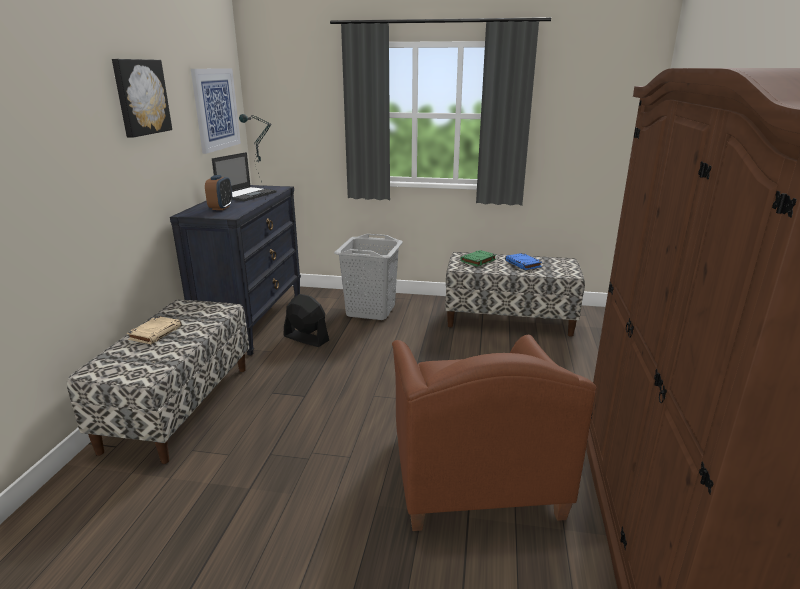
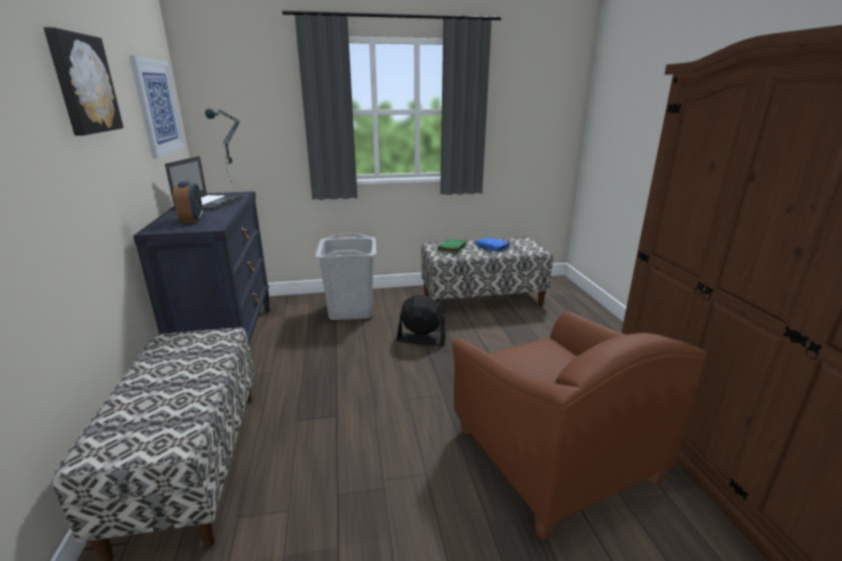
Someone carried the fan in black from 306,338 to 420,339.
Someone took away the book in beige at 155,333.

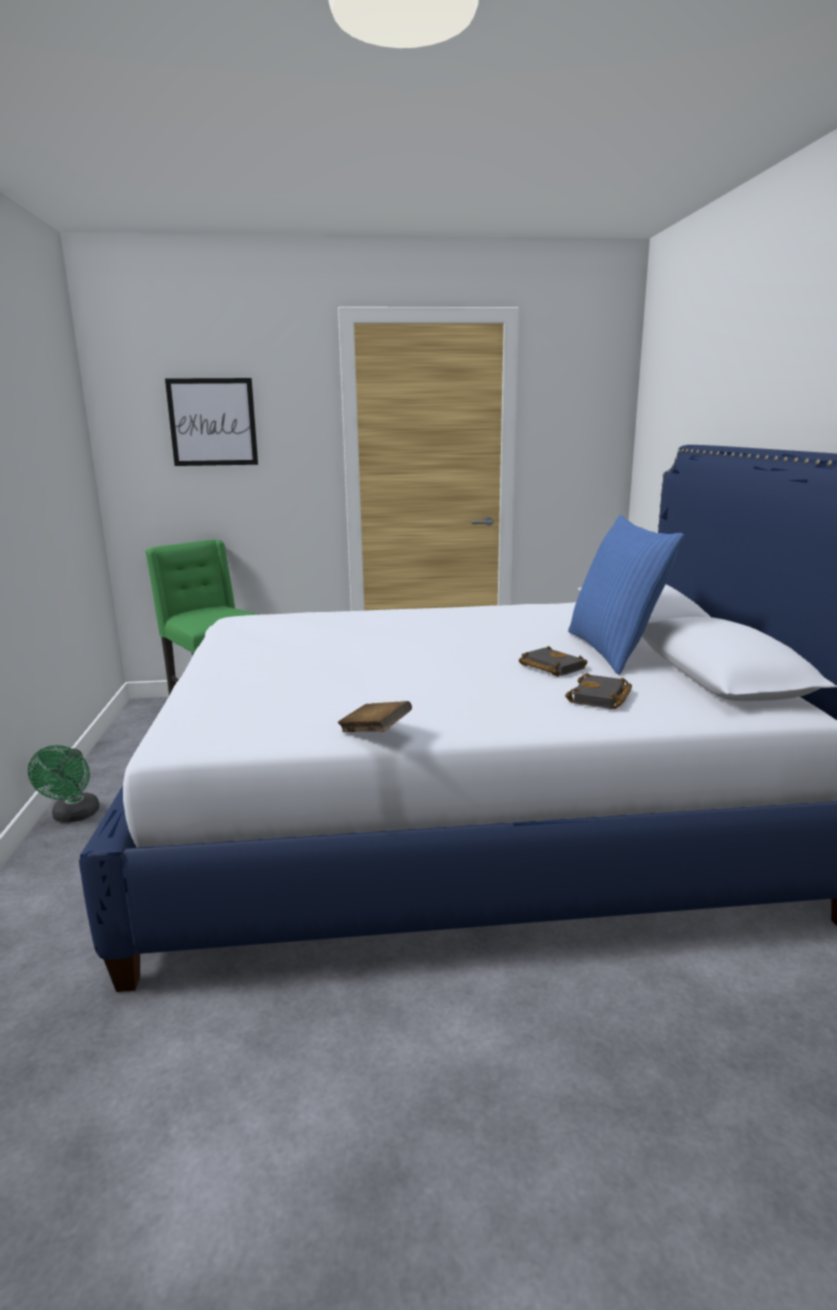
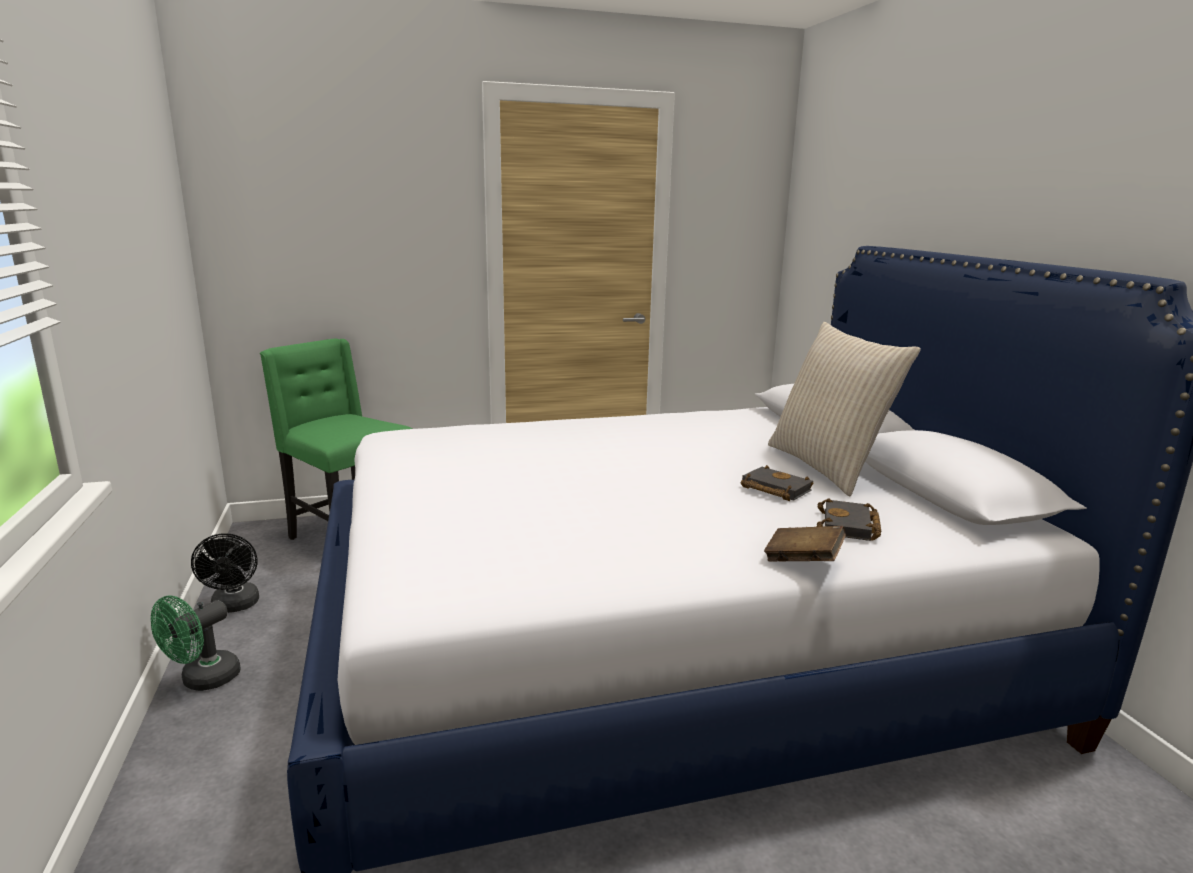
Someone took away the picture at 212,422.
Someone repainted the pillow in blue at 614,651, which became the pillow in beige at 827,467.
Someone carried the book in brown from 375,733 to 803,560.
Someone rotated the fan in green at 73,816 by 45 degrees clockwise.
Someone put down the fan in black at 235,606.

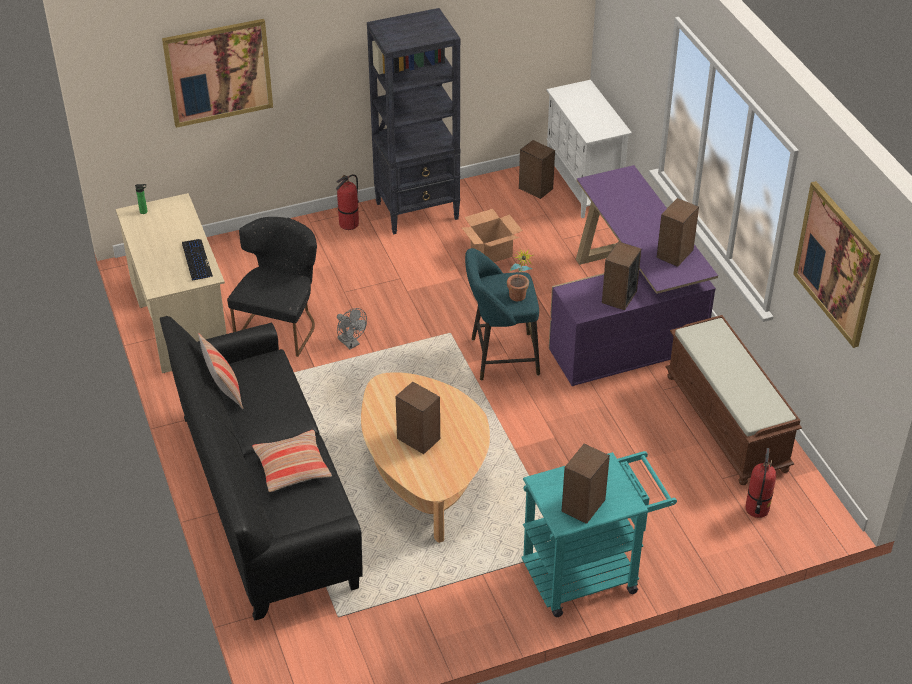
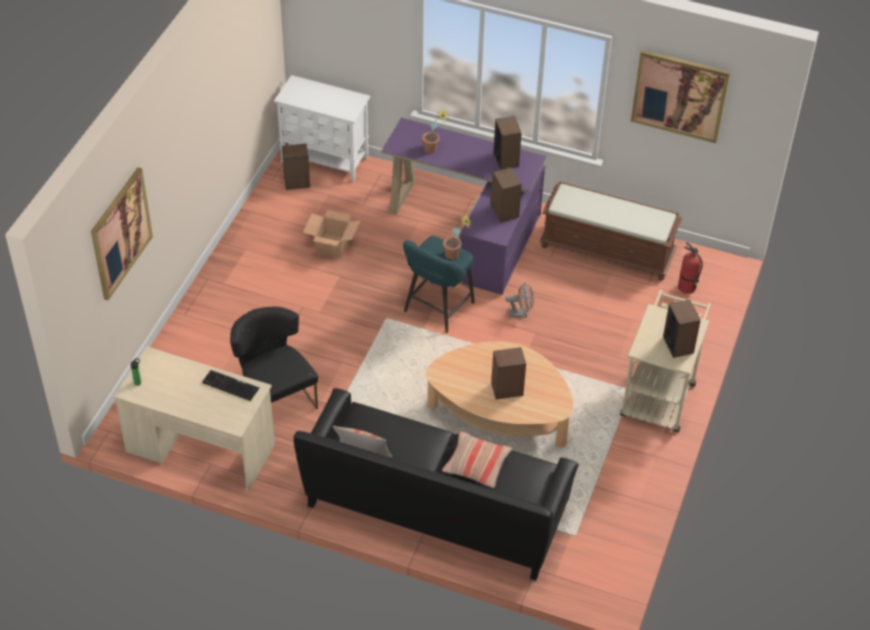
Someone took away the bookcase in black at 418,211.
Someone took away the fire extinguisher at 349,224.
Someone carried the fan in grey from 351,343 to 520,313.
Someone repainted the cart in turquoise at 590,573, which became the cart in beige at 659,394.
Someone put down the potted plant at 433,150.

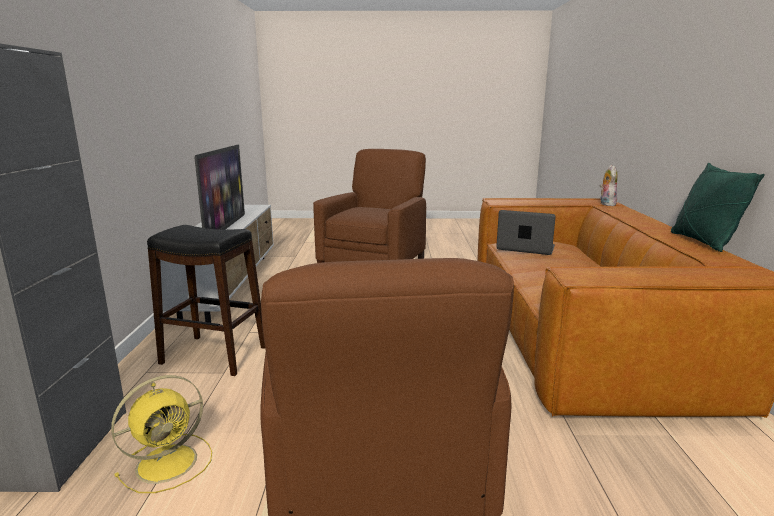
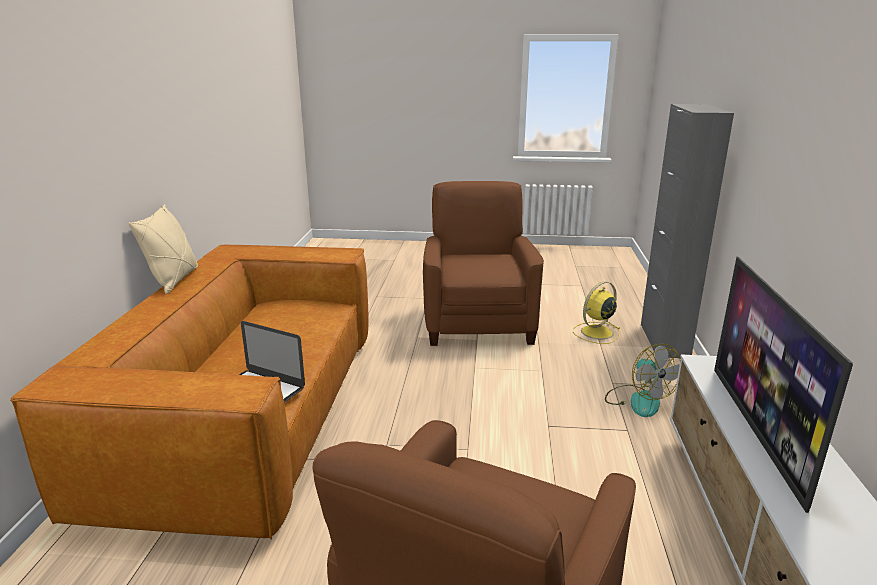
Someone repainted the pillow in green at 703,242, which became the pillow in beige at 173,280.
Someone took away the plush toy at 606,204.
Someone swapped the stool in black at 213,355 for the fan at 638,400.

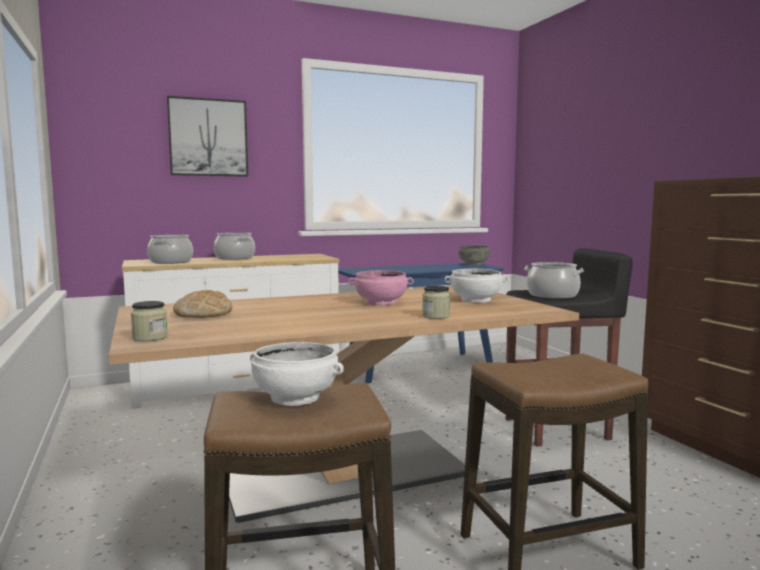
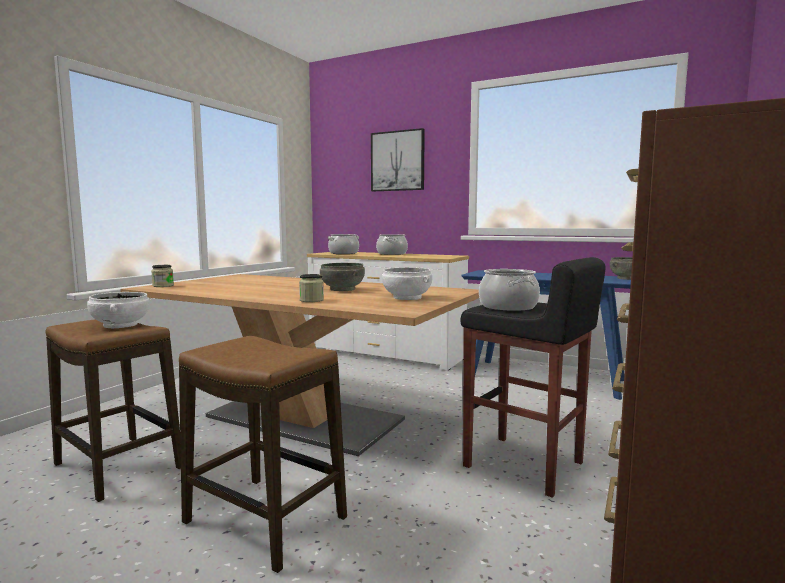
Someone repainted the bowl in pink at 381,302, which became the bowl in grey at 343,289.
Someone took away the bread at 203,313.

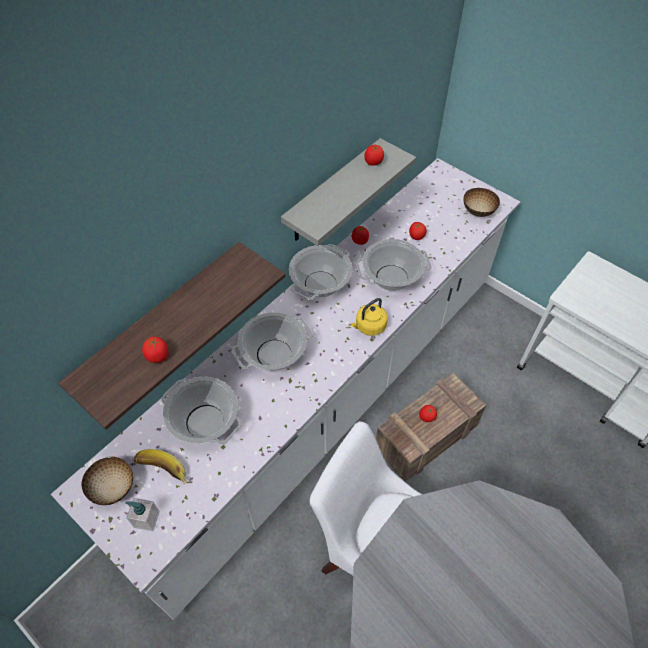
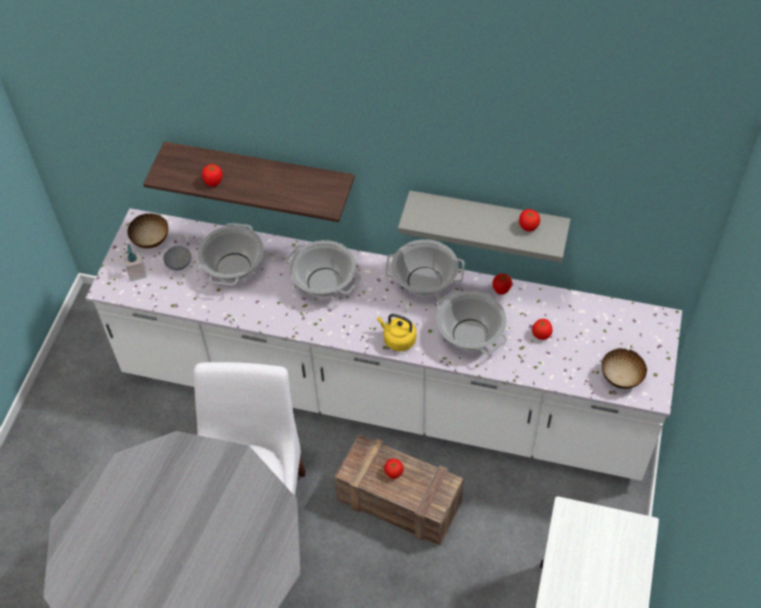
Someone swapped the banana at 162,472 for the bowl in grey at 177,262.

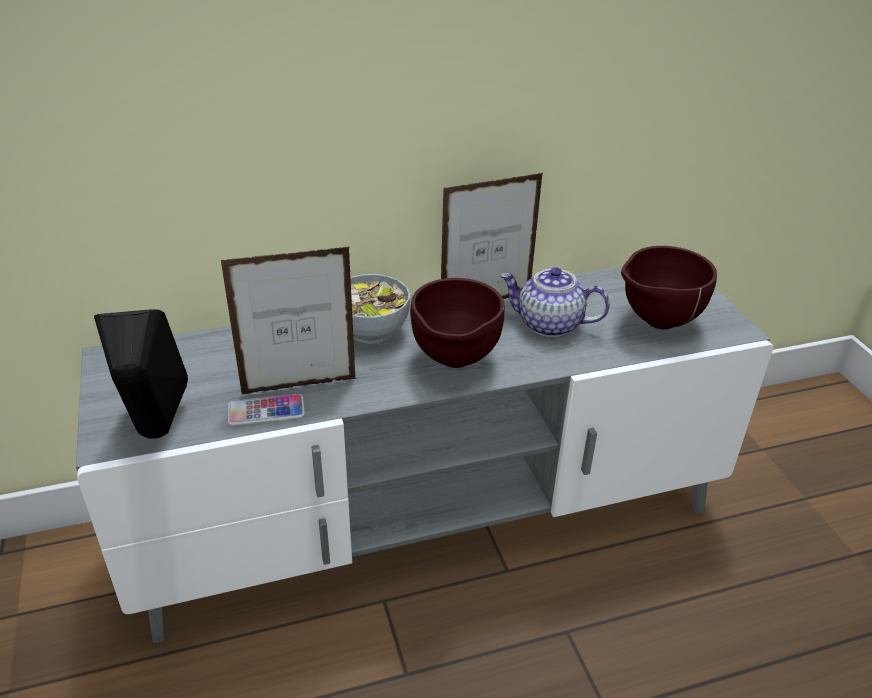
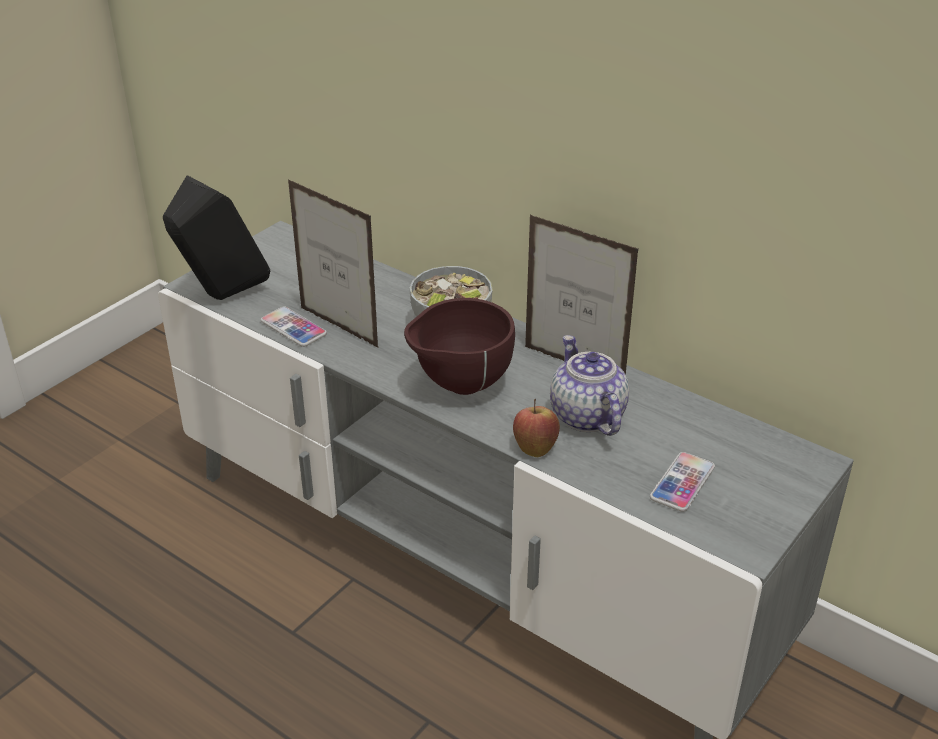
Someone swapped the bowl in brown at 656,322 for the phone at 682,483.
Someone put down the apple at 535,448.

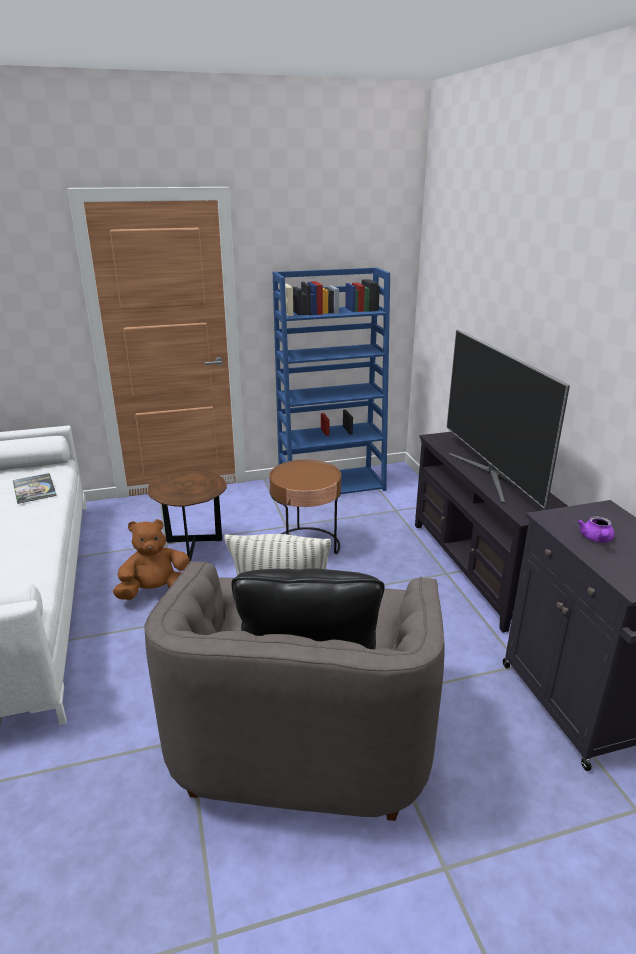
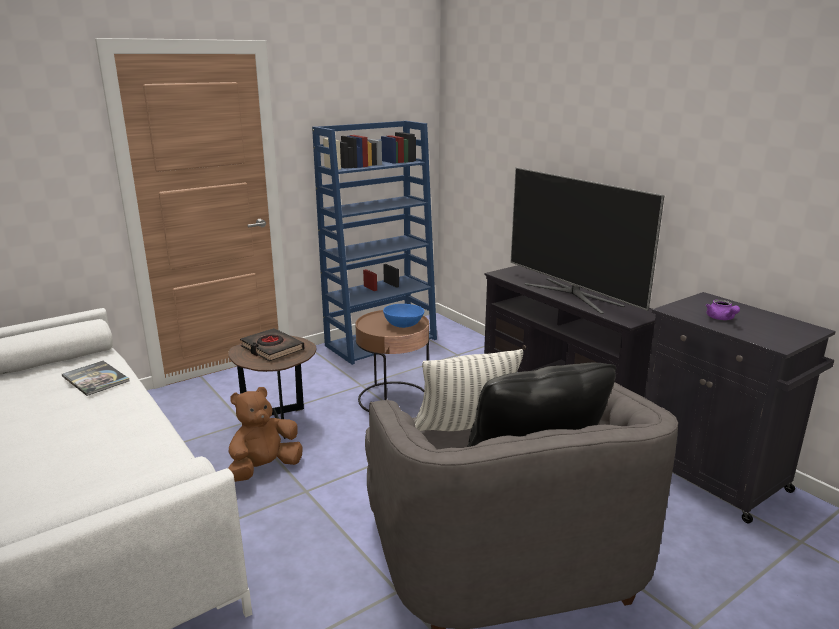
Someone put down the bowl in blue at 403,324.
Someone put down the book in black at 272,348.

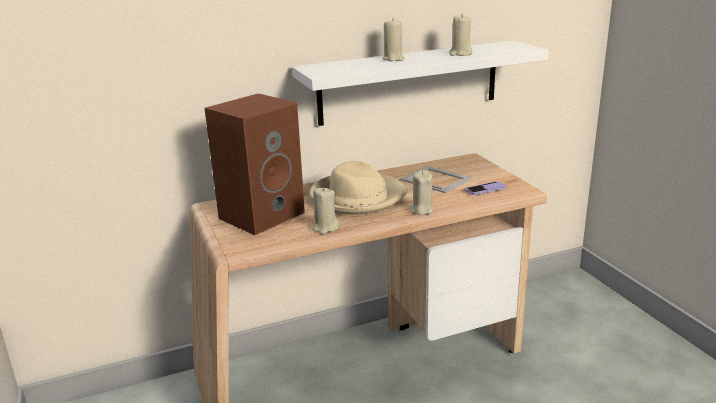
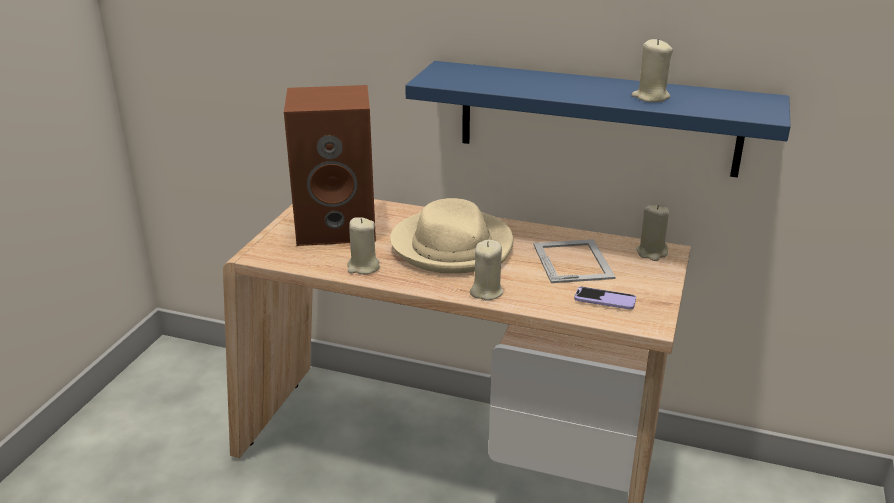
Someone carried the candle in beige from 393,59 to 651,253.
Someone repainted the shelf in white at 409,82, which became the shelf in blue at 597,118.

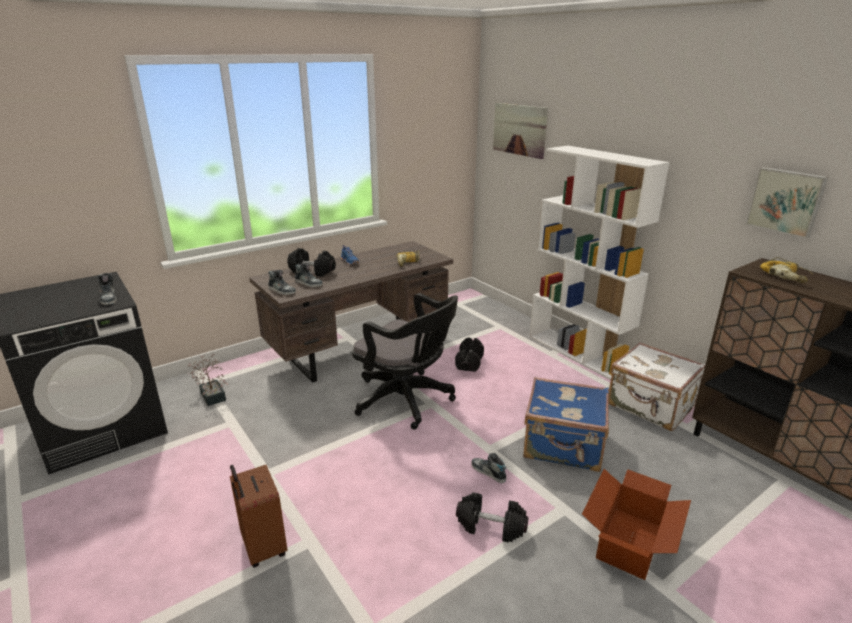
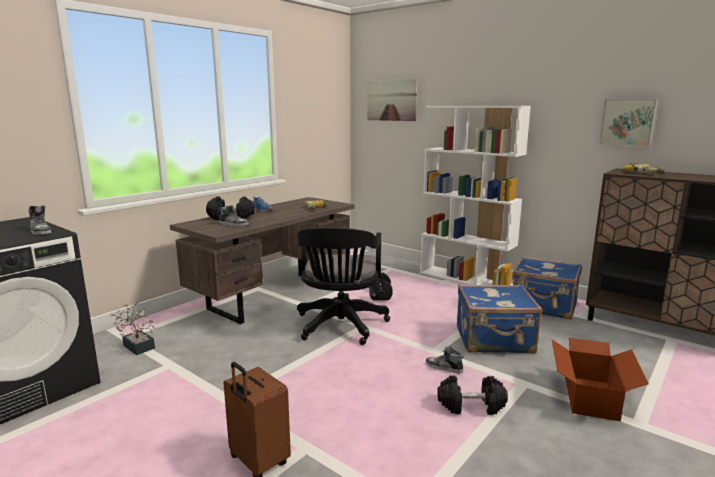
Someone took away the shoe at 282,290.
Someone rotated the office chair in black at 407,401 by 75 degrees clockwise.
Someone repainted the suitcase in white at 650,406, which became the suitcase in blue at 544,306.

